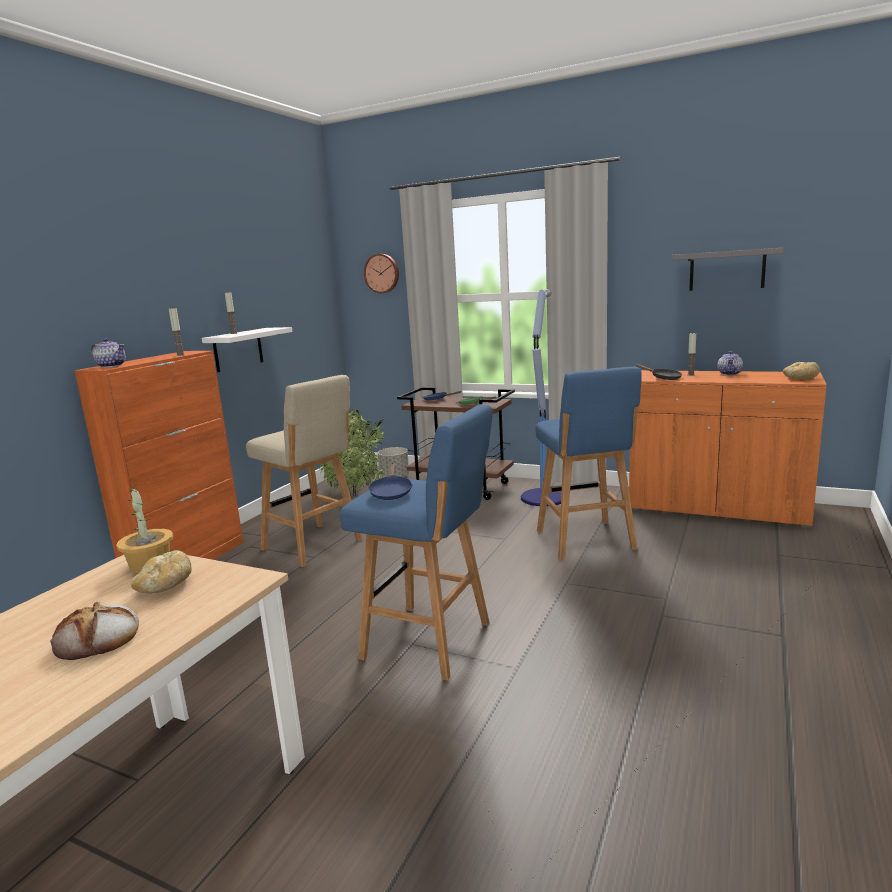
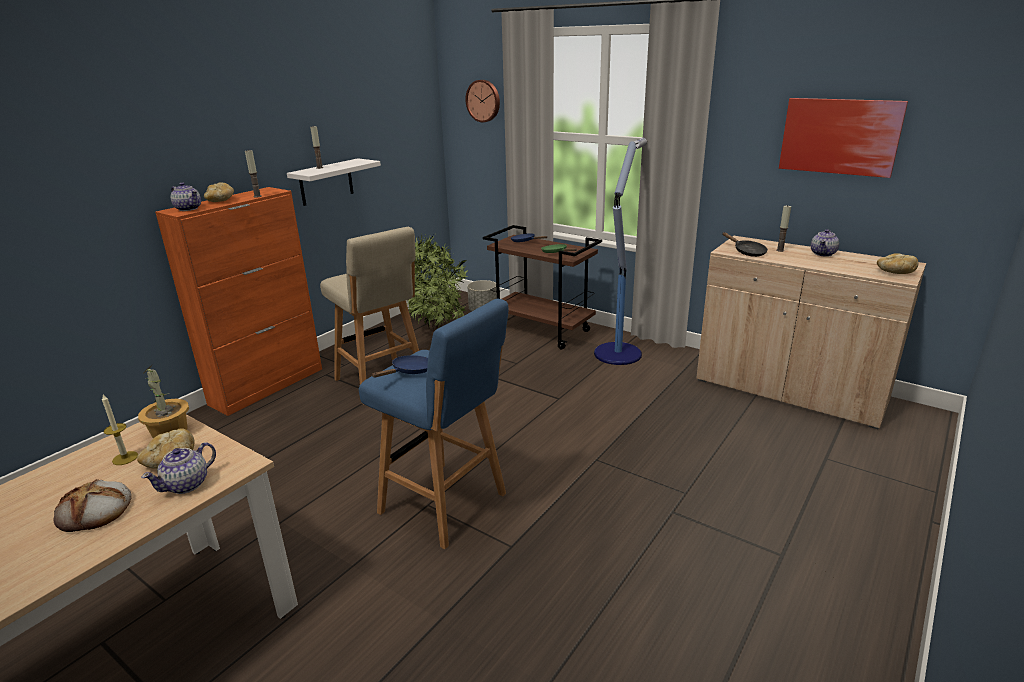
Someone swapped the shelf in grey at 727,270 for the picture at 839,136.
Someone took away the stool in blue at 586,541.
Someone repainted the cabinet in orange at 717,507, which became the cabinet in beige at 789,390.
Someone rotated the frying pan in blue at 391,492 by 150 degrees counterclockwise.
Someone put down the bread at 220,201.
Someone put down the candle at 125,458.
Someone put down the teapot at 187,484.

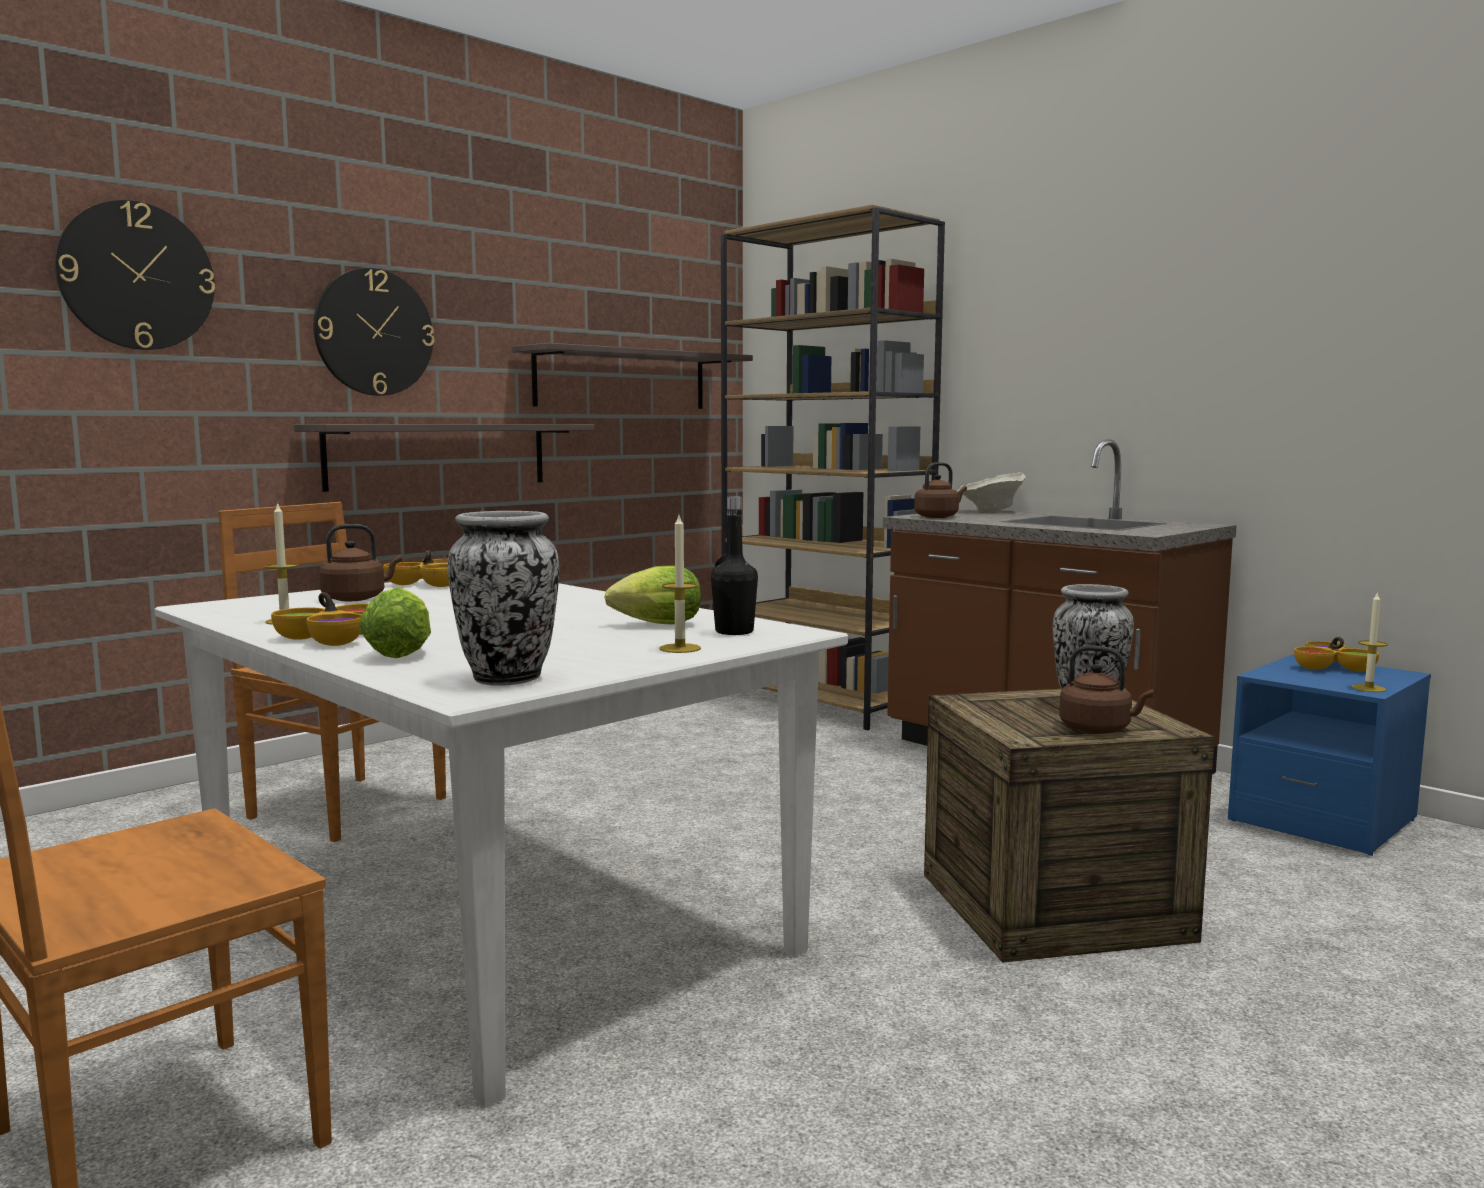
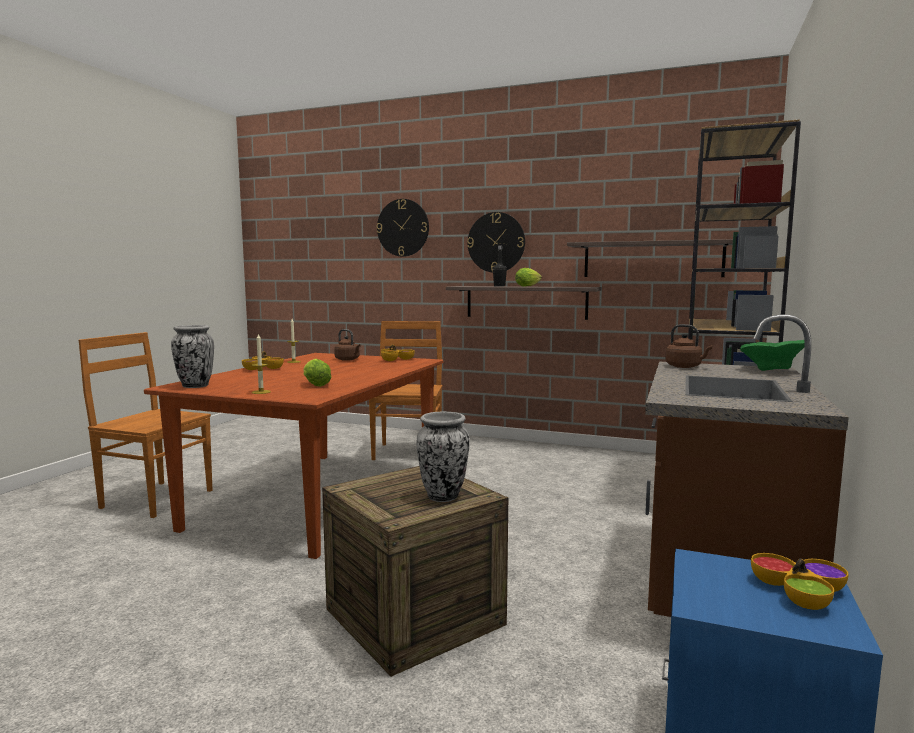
Someone repainted the bowl in beige at 991,511, which became the bowl in green at 771,370.
Someone carried the bottle in black from 734,632 to 499,286.
Someone repainted the dining table in white at 492,915, which became the dining table in brown at 320,497.
Someone carried the lettuce from 401,652 to 528,286.
Someone took away the candle at 1368,688.
Someone took away the kettle in brown at 1098,730.

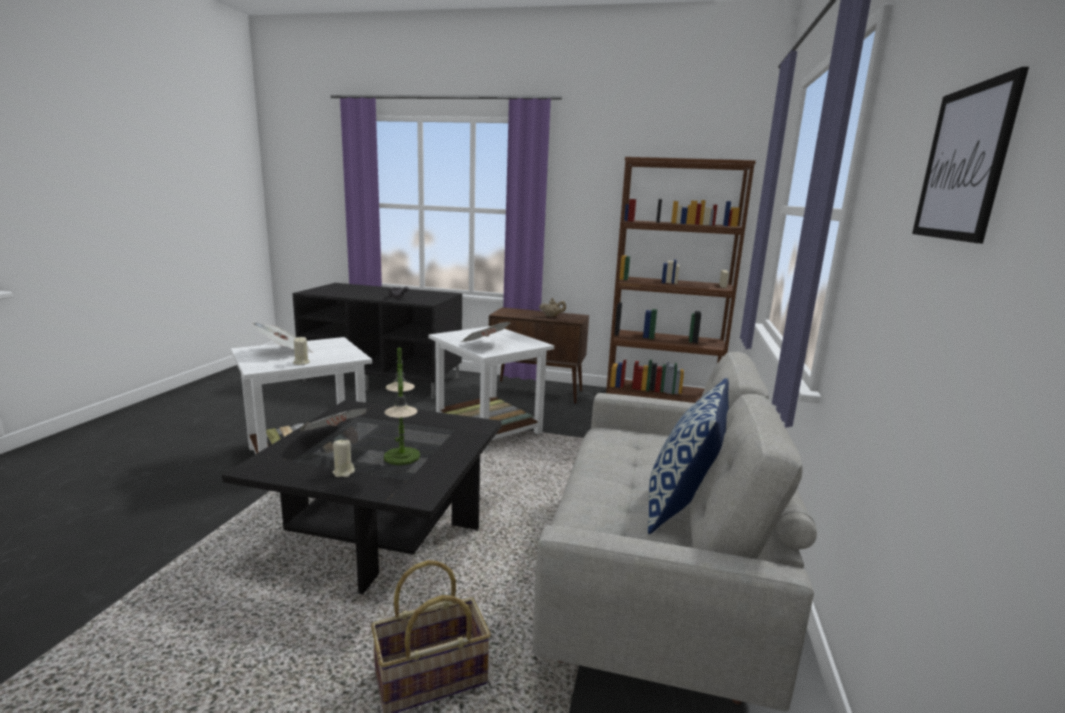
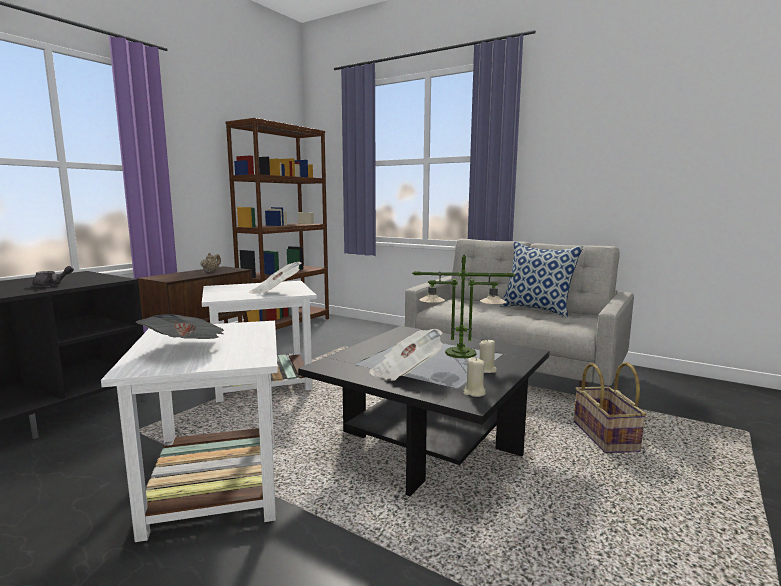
Someone took away the picture at 964,163.
Someone carried the candle in beige from 301,362 to 474,393.

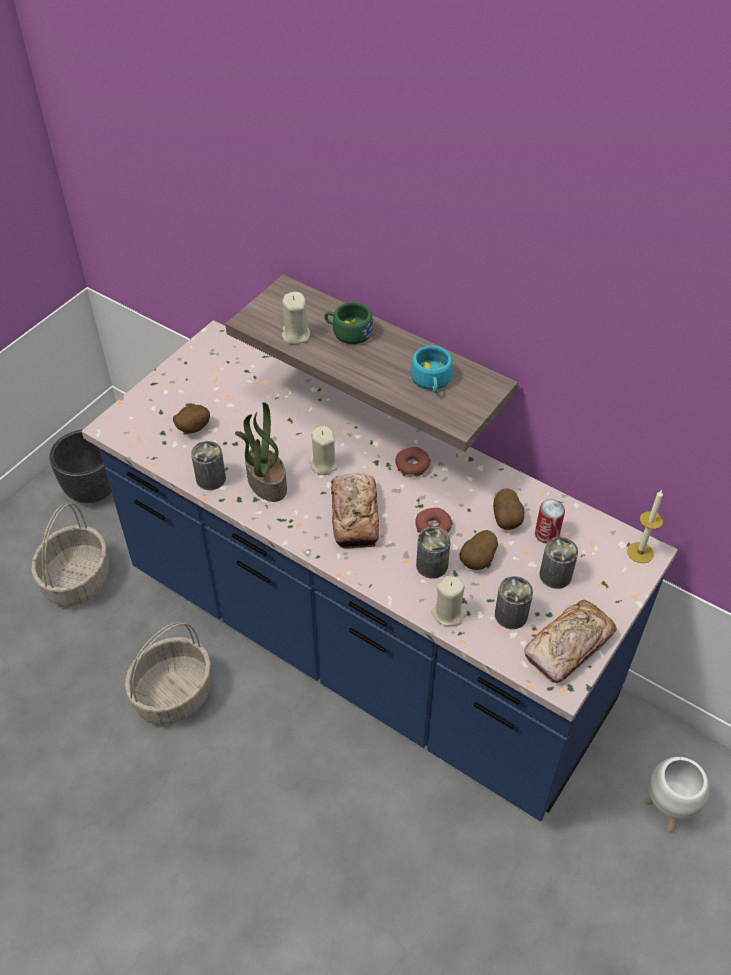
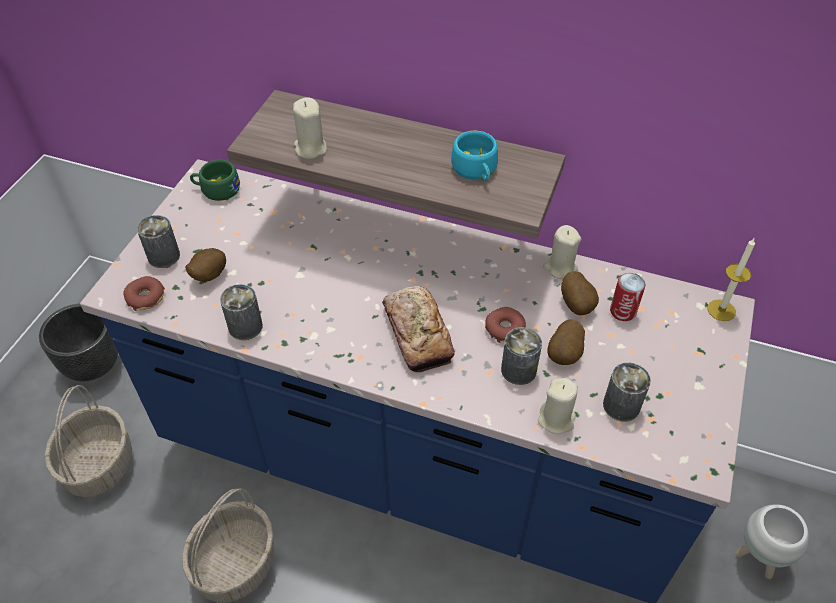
Someone carried the cup in green from 348,332 to 216,189.
Someone took away the potted plant at 265,483.
Someone carried the candle in beige from 323,464 to 560,268.
Someone carried the donut from 412,466 to 146,297.
Someone carried the can from 555,575 to 164,256.
Someone took away the bread at 568,647.

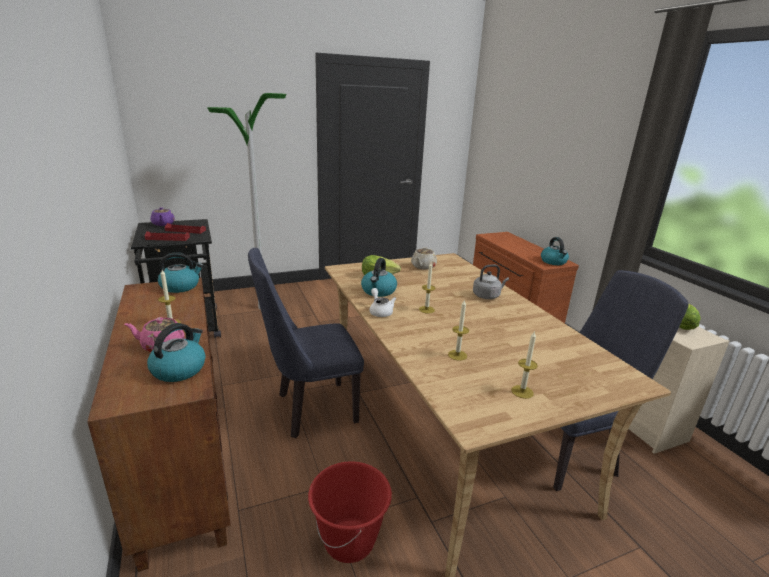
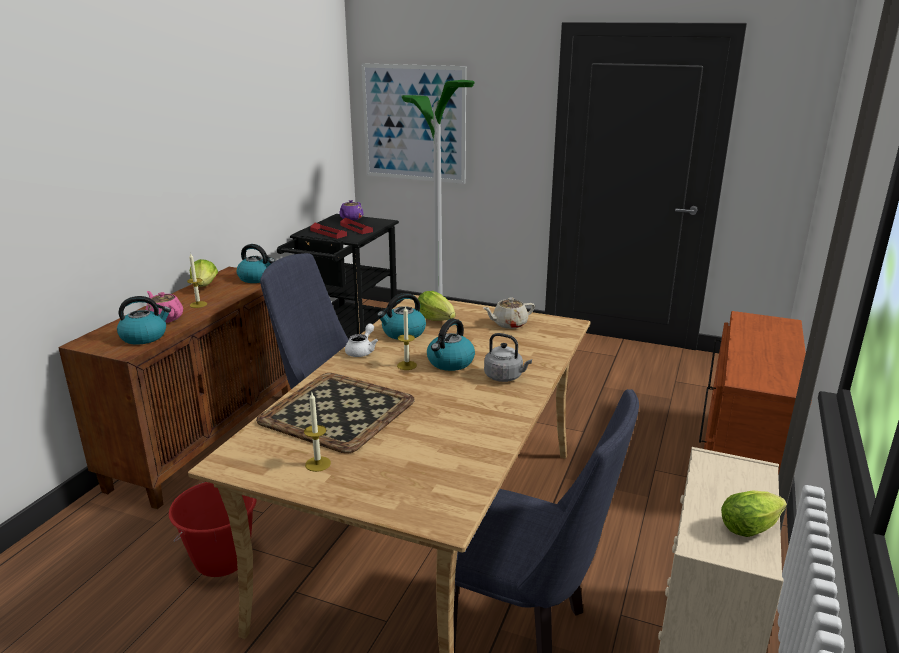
Someone carried the kettle from 554,262 to 450,362.
Someone swapped the candle at 457,355 for the tray at 338,412.
Someone put up the picture at 413,123.
Someone put down the lettuce at 205,286.

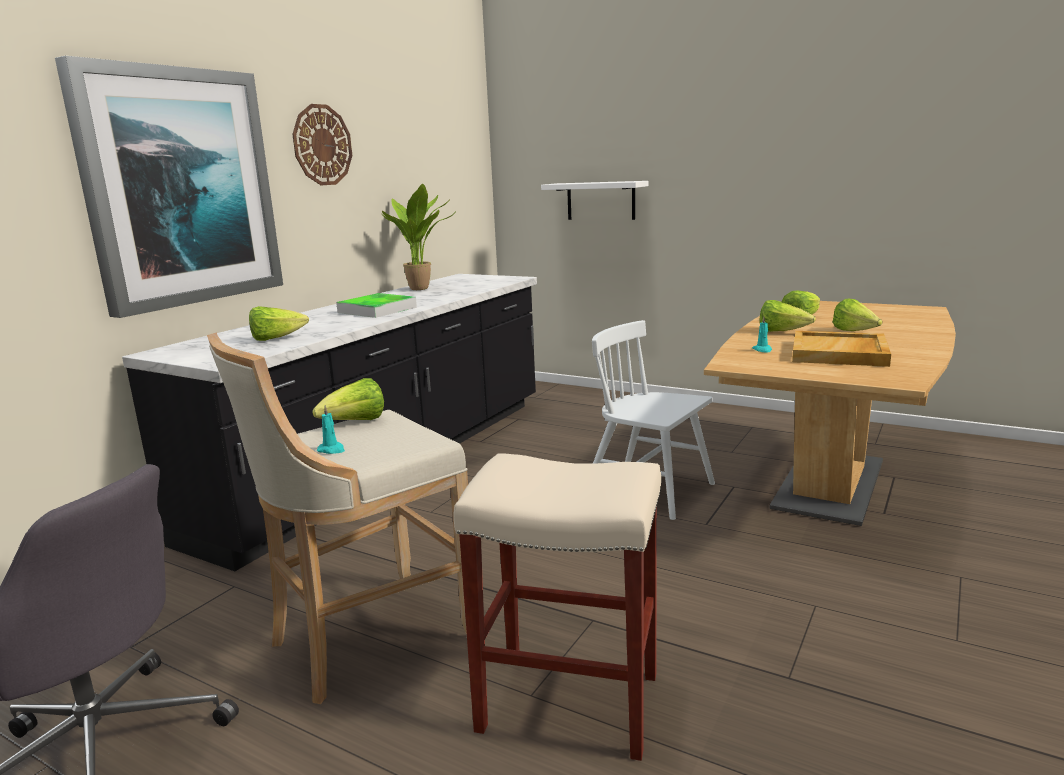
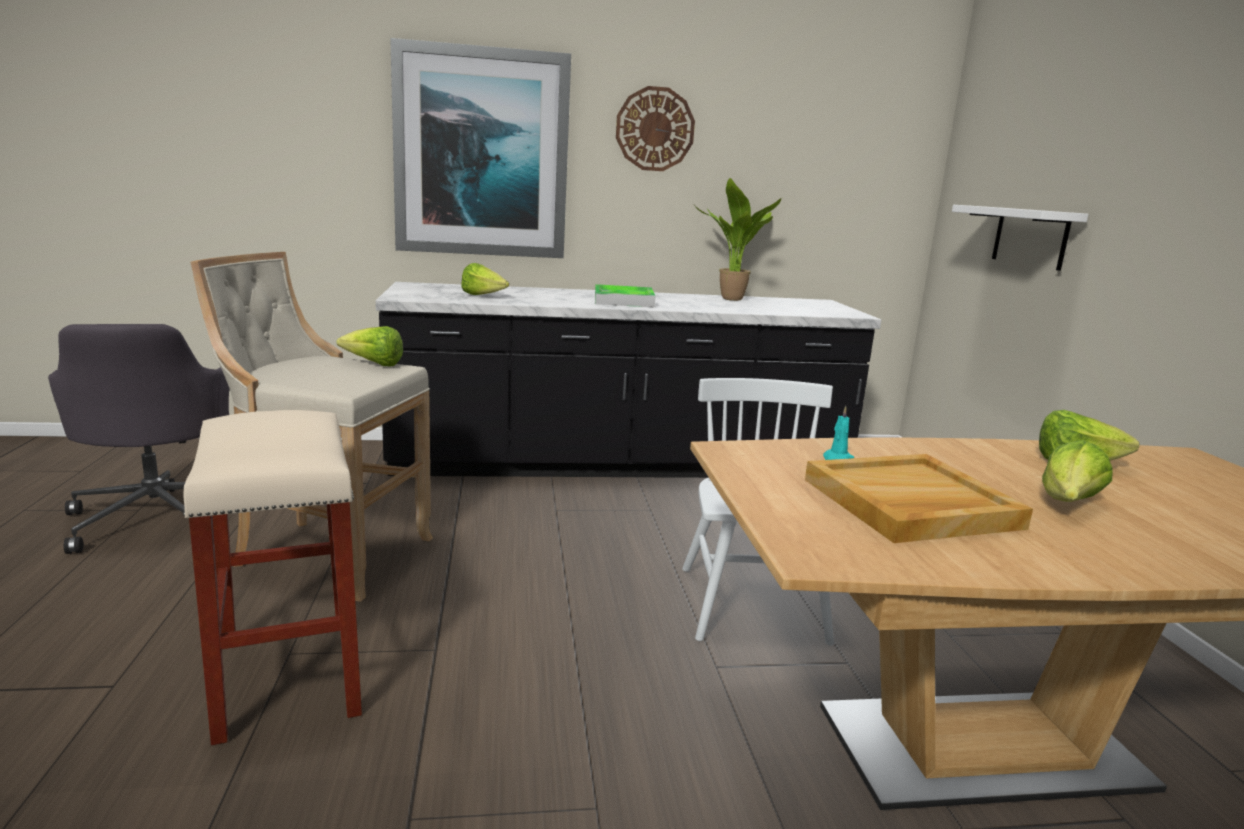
Someone took away the lettuce at 781,332.
Someone took away the candle in turquoise at 332,450.

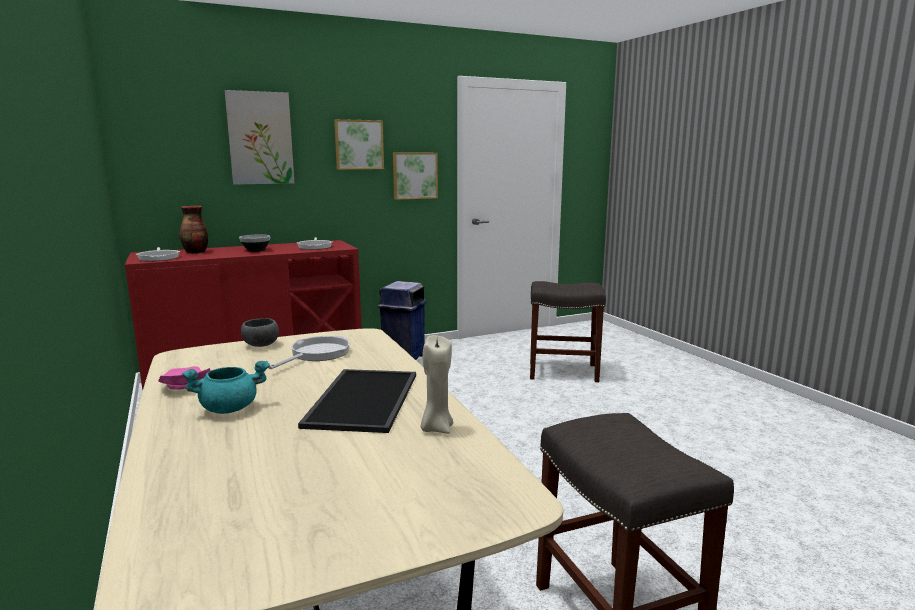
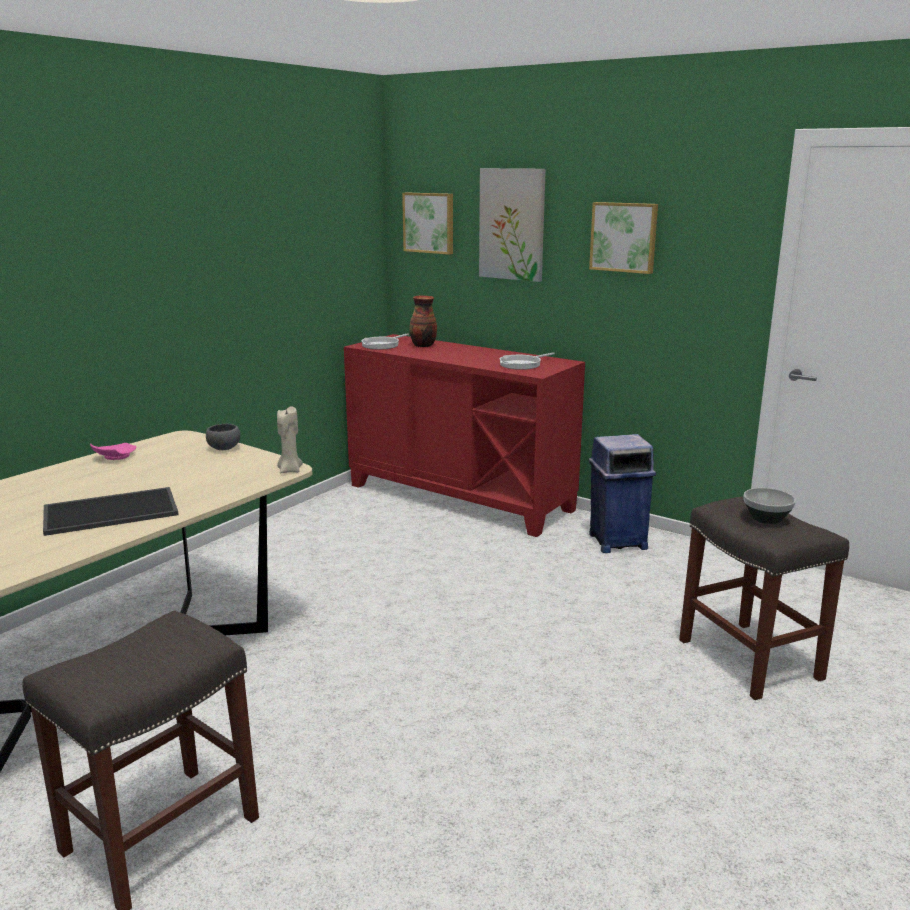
Someone carried the picture from 414,175 to 429,222.
Someone carried the bowl from 255,250 to 765,518.
Someone took away the frying pan at 317,354.
Someone carried the candle in beige from 436,428 to 289,470.
Someone took away the cooking pot in turquoise at 230,408.

